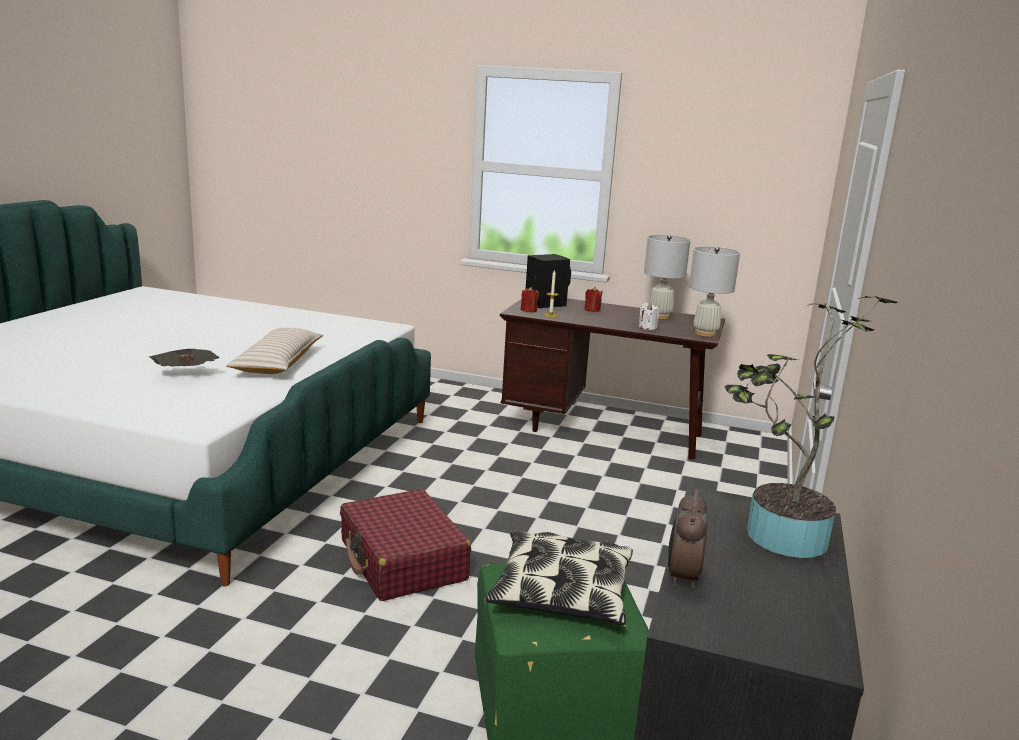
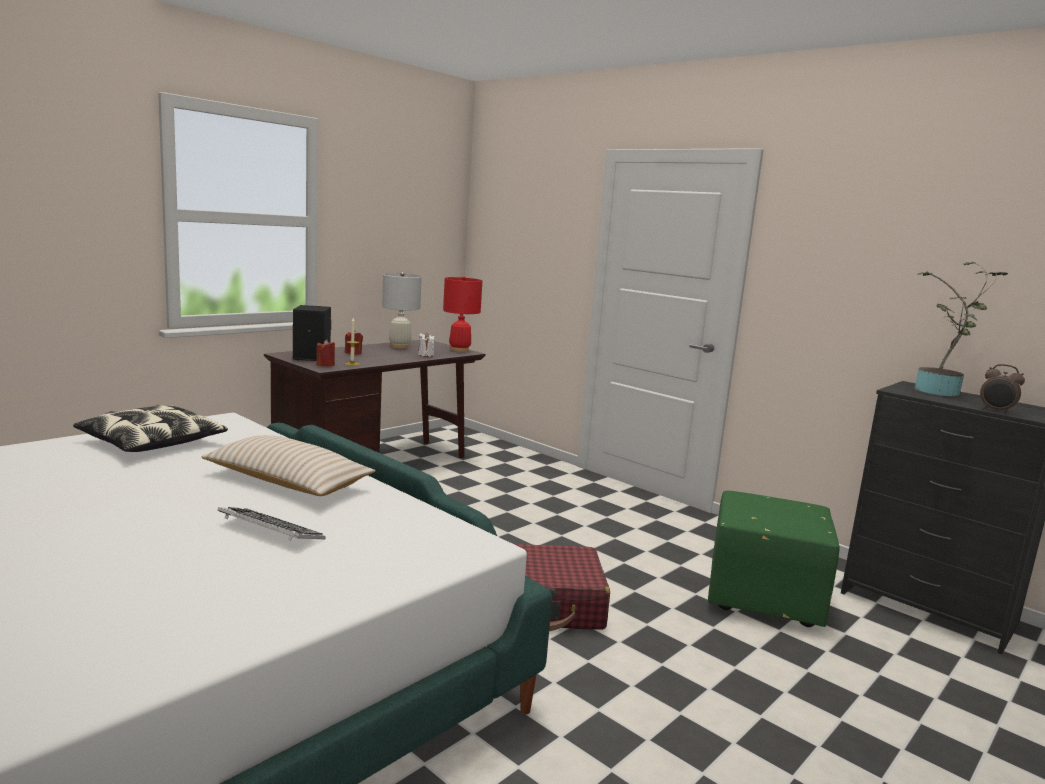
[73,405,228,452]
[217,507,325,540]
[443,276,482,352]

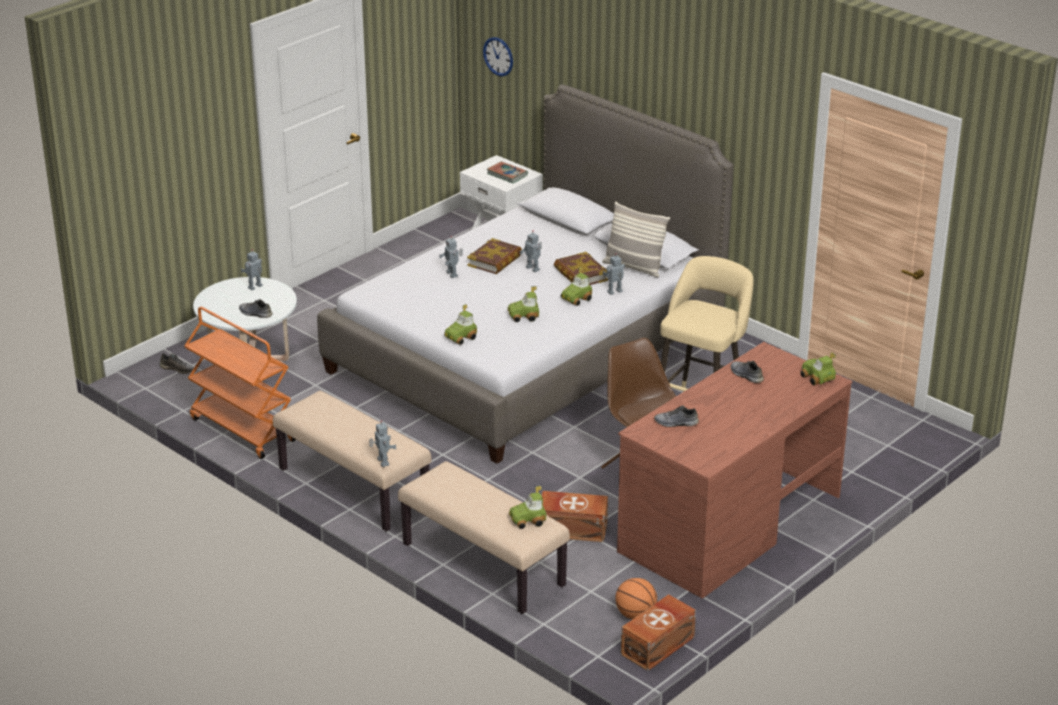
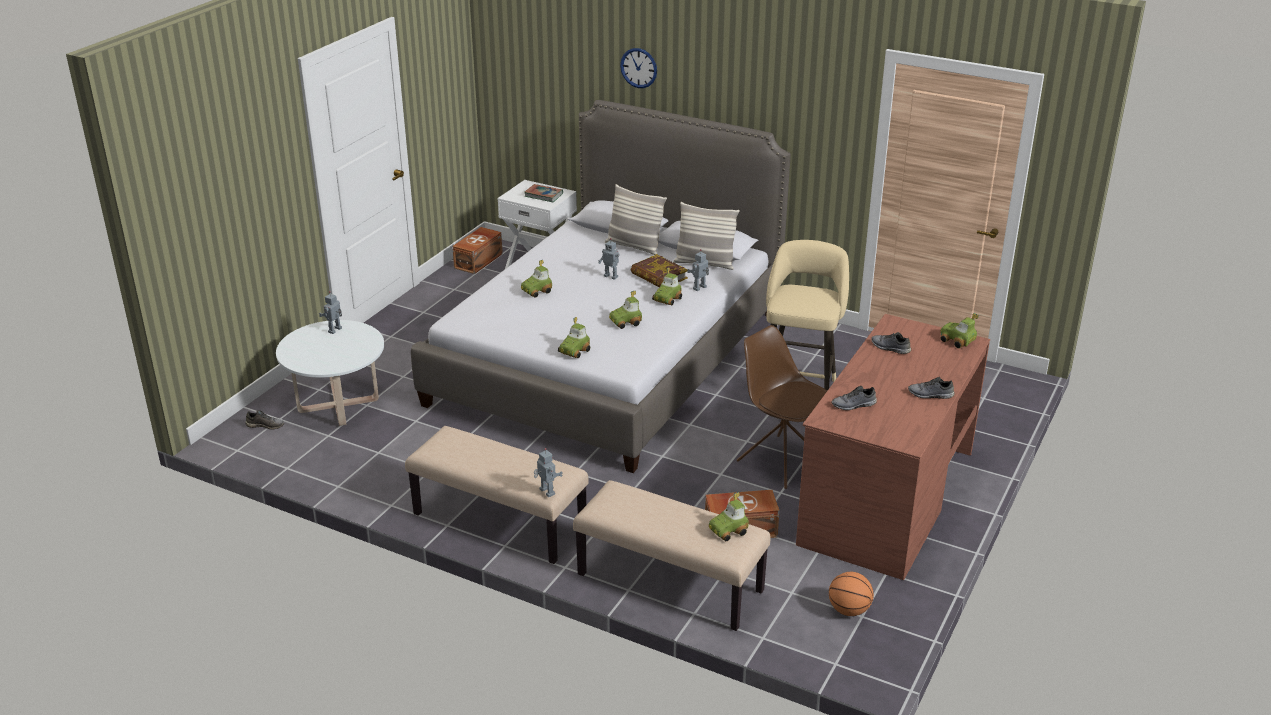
[452,227,503,274]
[521,260,552,298]
[605,184,667,255]
[620,48,657,88]
[908,377,955,399]
[184,307,296,459] (first image)
[467,238,522,274] (first image)

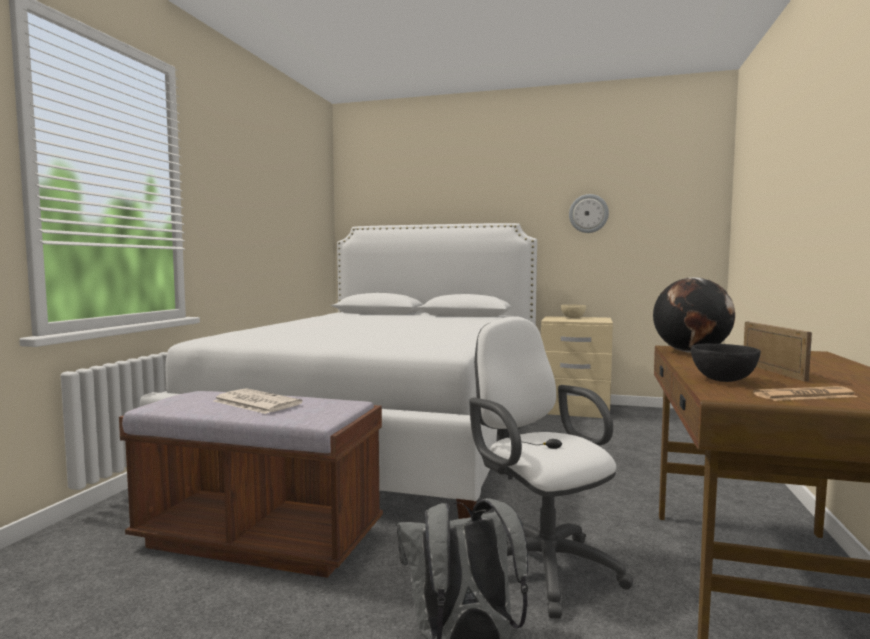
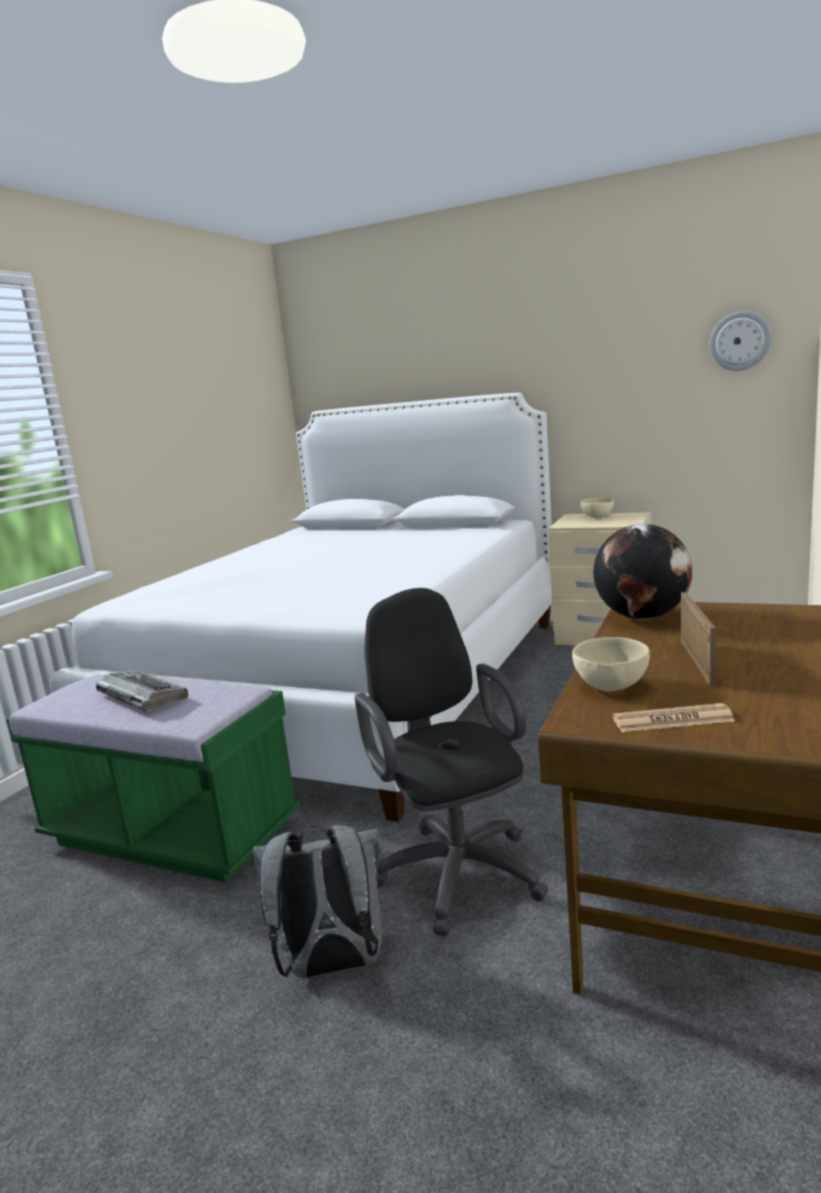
[6,674,300,882]
[96,671,188,712]
[355,588,548,936]
[572,637,650,692]
[709,311,772,371]

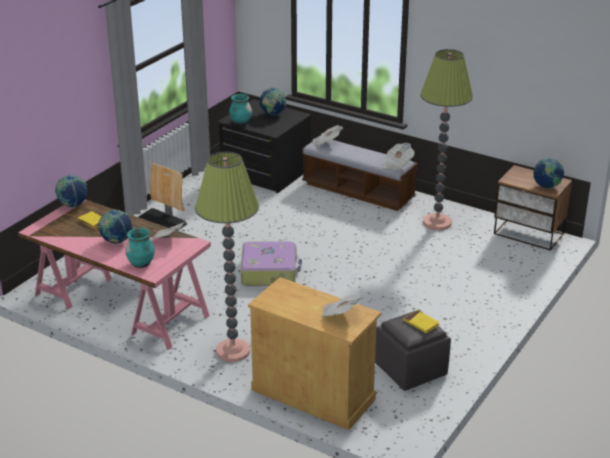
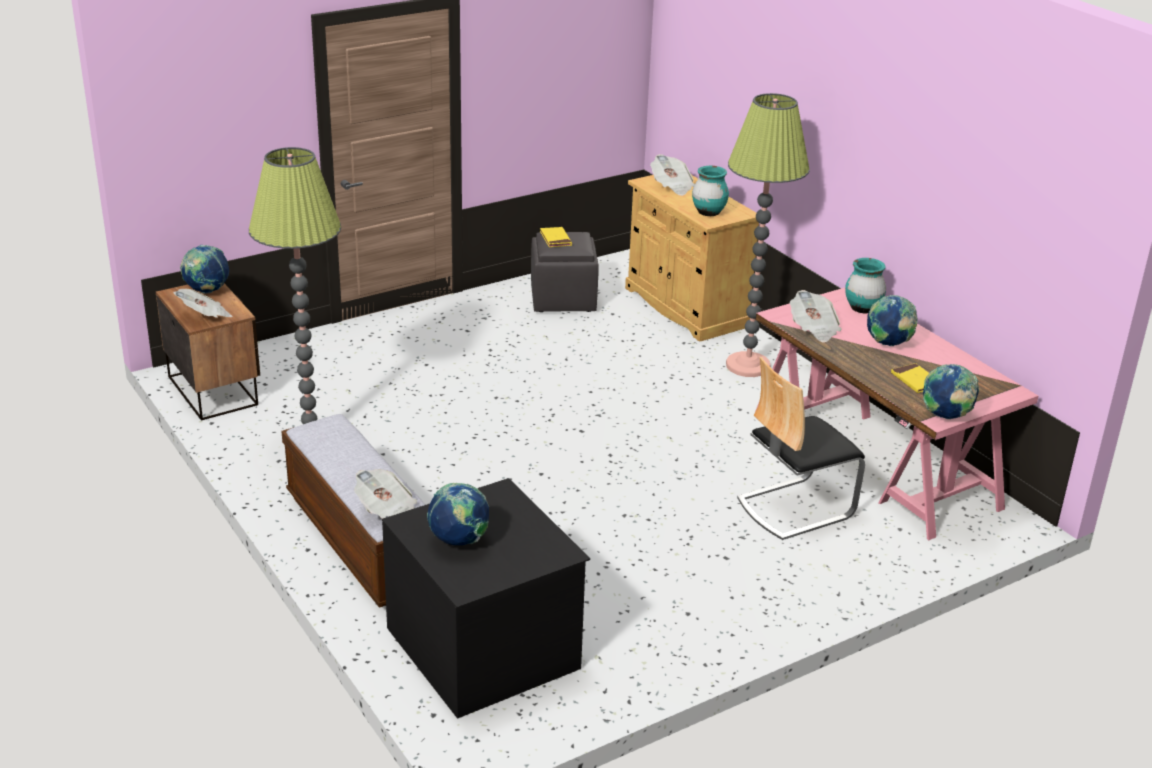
[173,289,233,318]
[692,166,729,216]
[241,241,302,286] (first image)

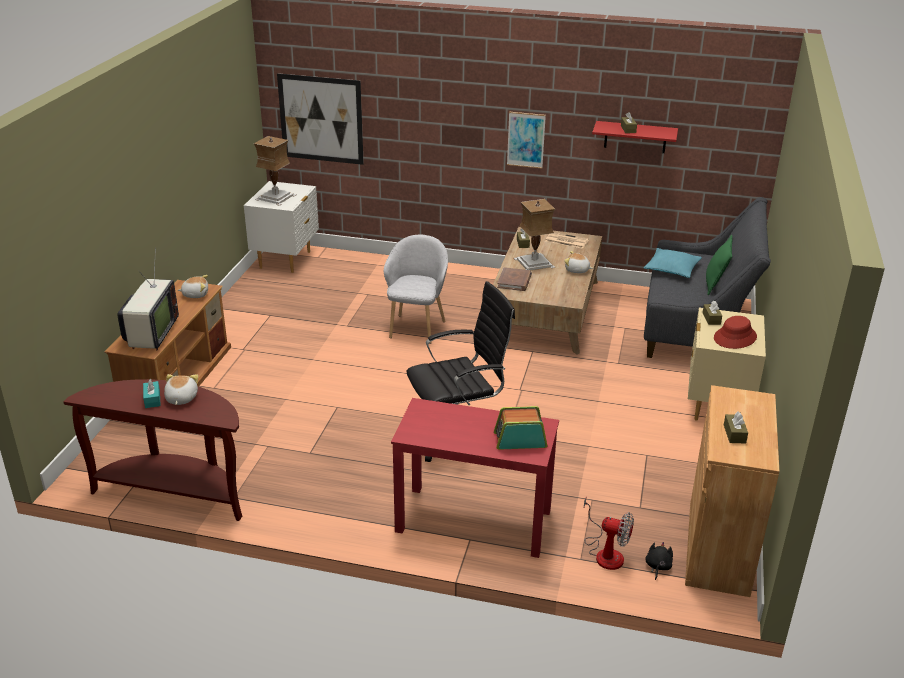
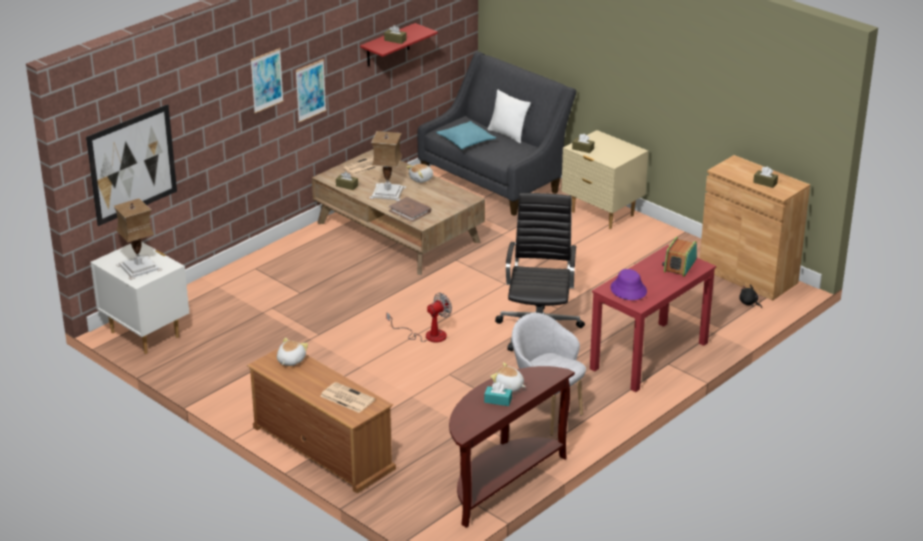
[250,48,284,113]
[320,382,375,413]
[386,293,452,343]
[487,90,531,143]
[512,313,586,436]
[610,269,647,300]
[714,316,757,349] (first image)

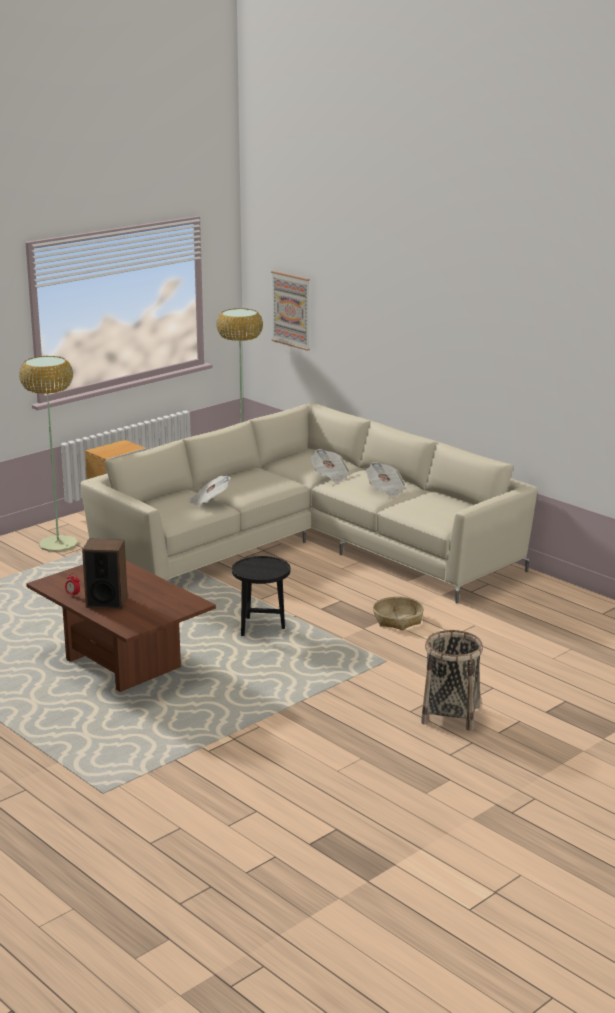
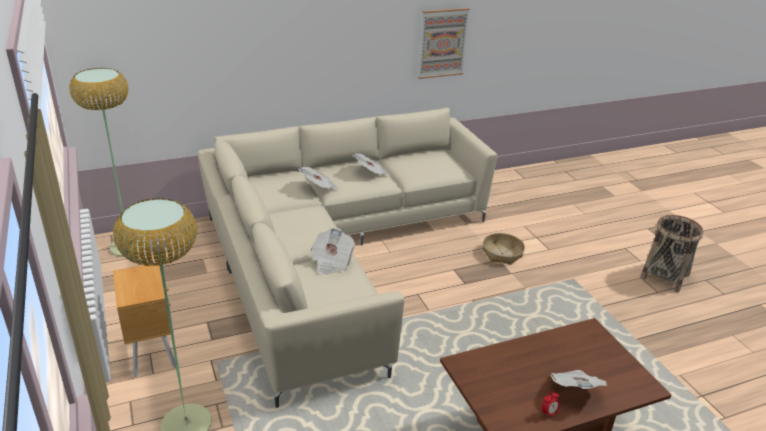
[418,8,470,79]
[551,370,607,389]
[232,556,290,636] (first image)

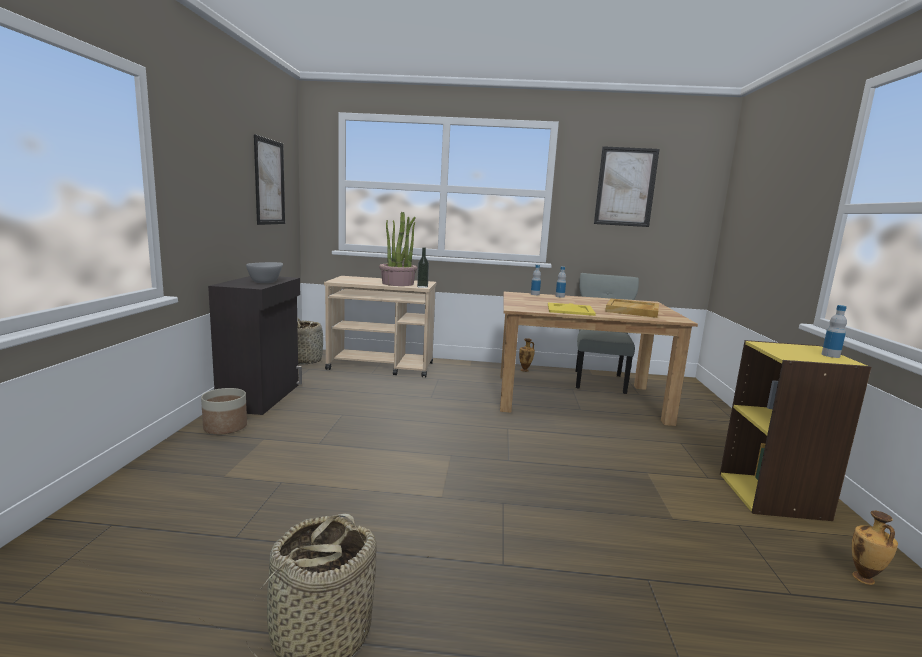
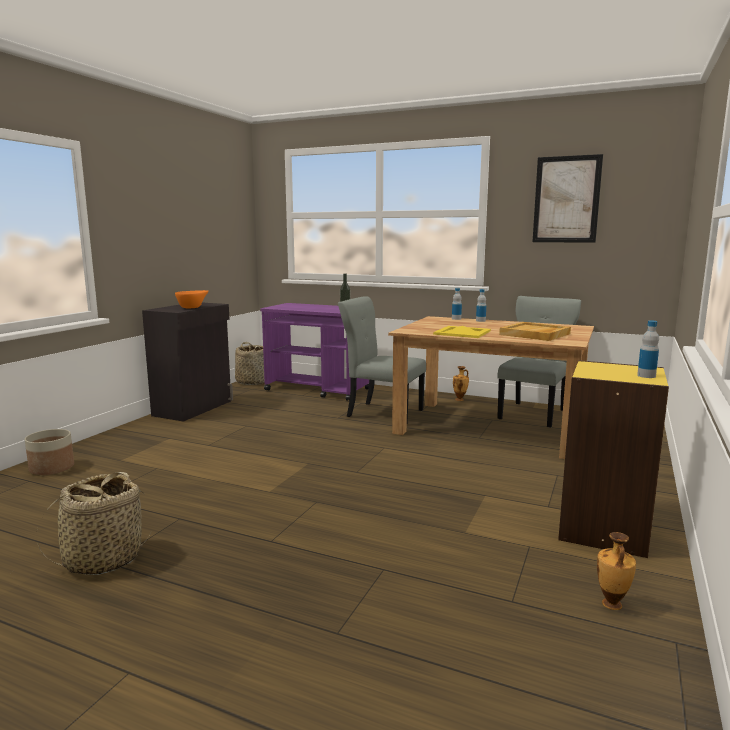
[25,429,74,475]
[175,290,209,308]
[260,303,369,401]
[338,296,426,423]
[254,134,285,225] (first image)
[379,212,417,286] (first image)

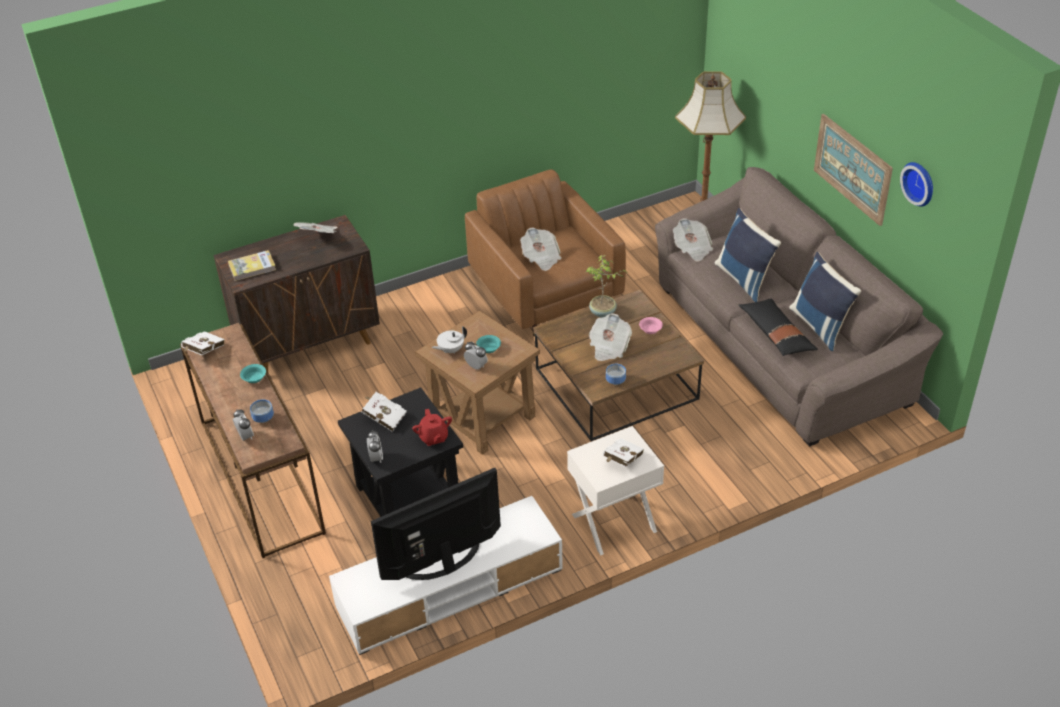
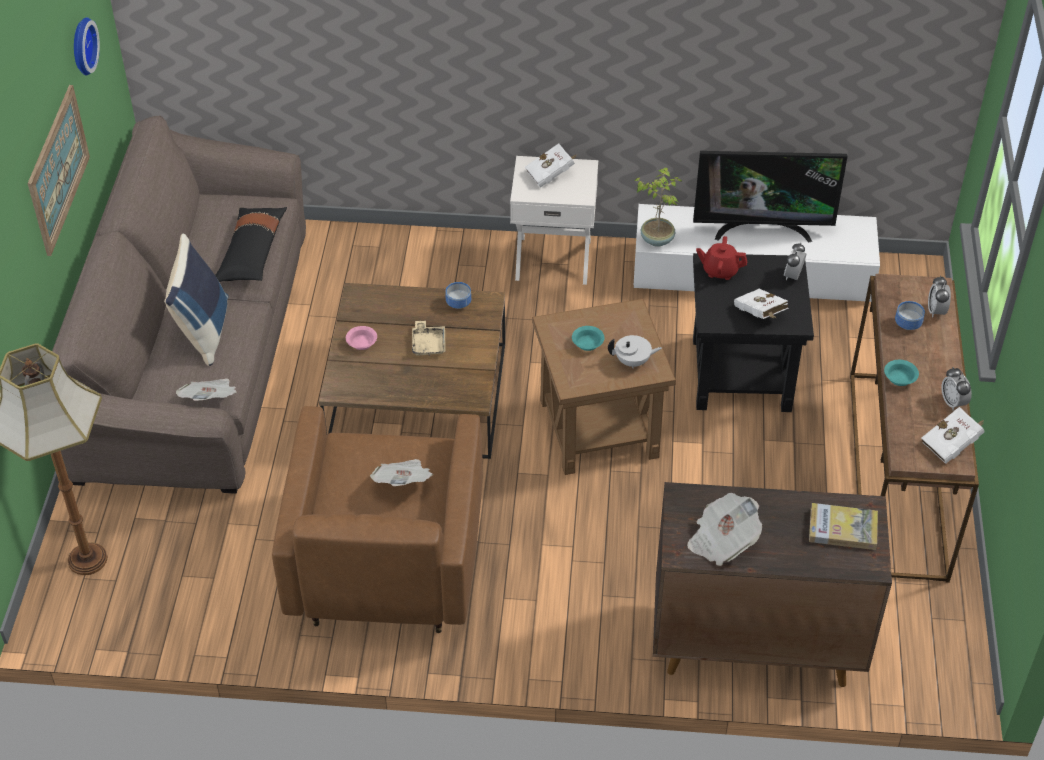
[412,321,446,356]
[634,167,683,247]
[696,236,747,280]
[941,367,972,411]
[789,252,861,351] (first image)

